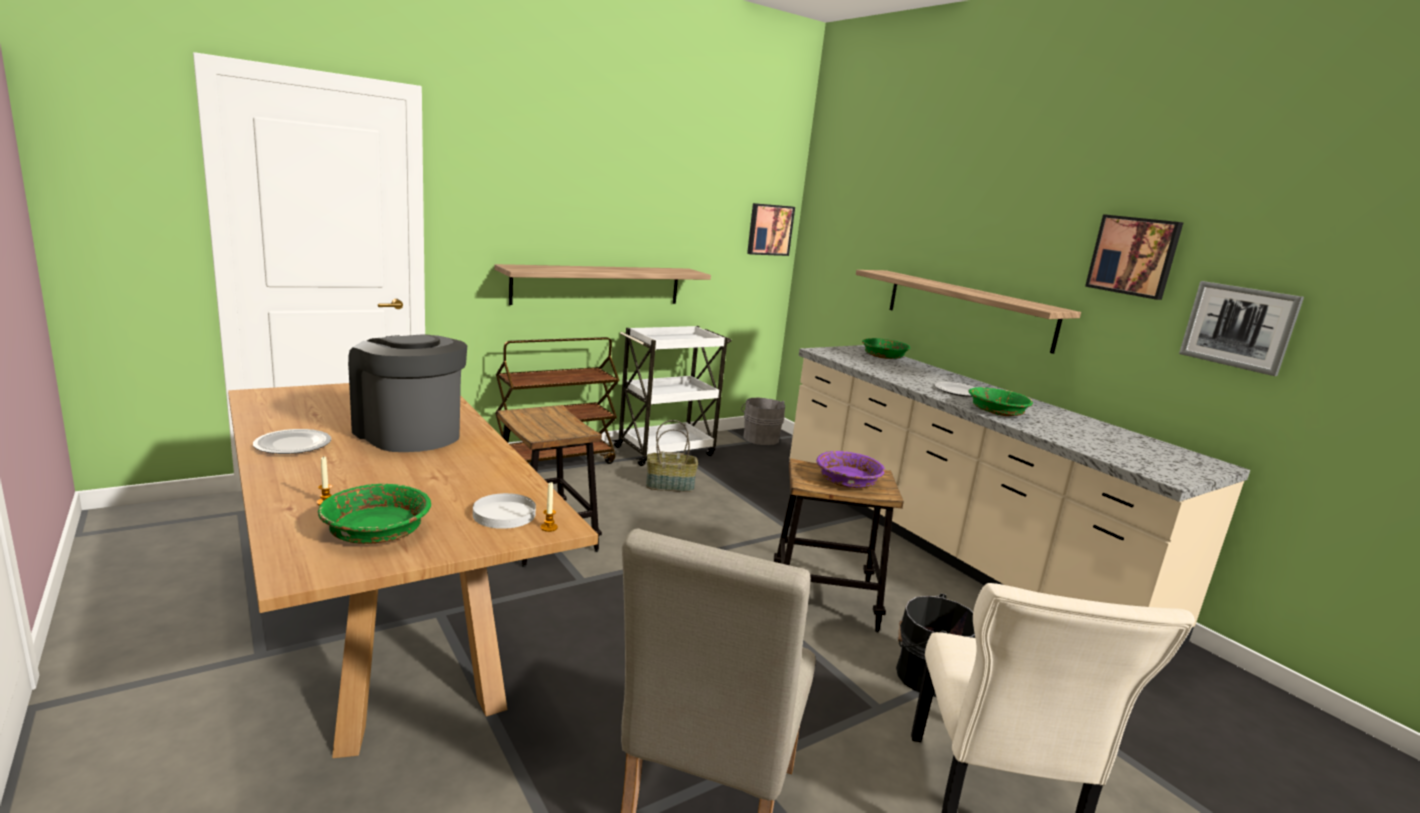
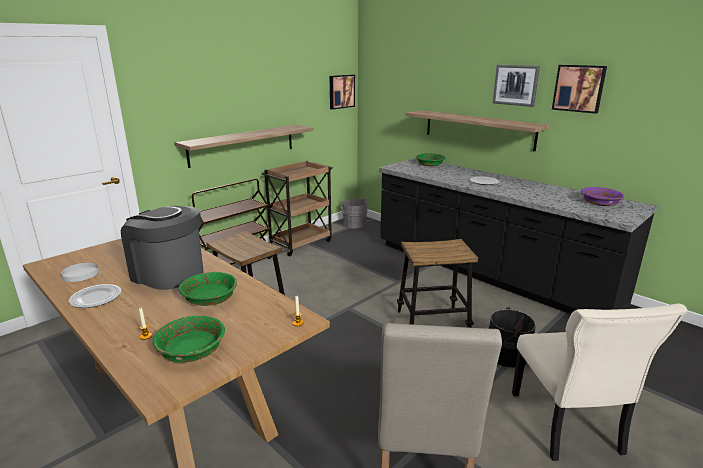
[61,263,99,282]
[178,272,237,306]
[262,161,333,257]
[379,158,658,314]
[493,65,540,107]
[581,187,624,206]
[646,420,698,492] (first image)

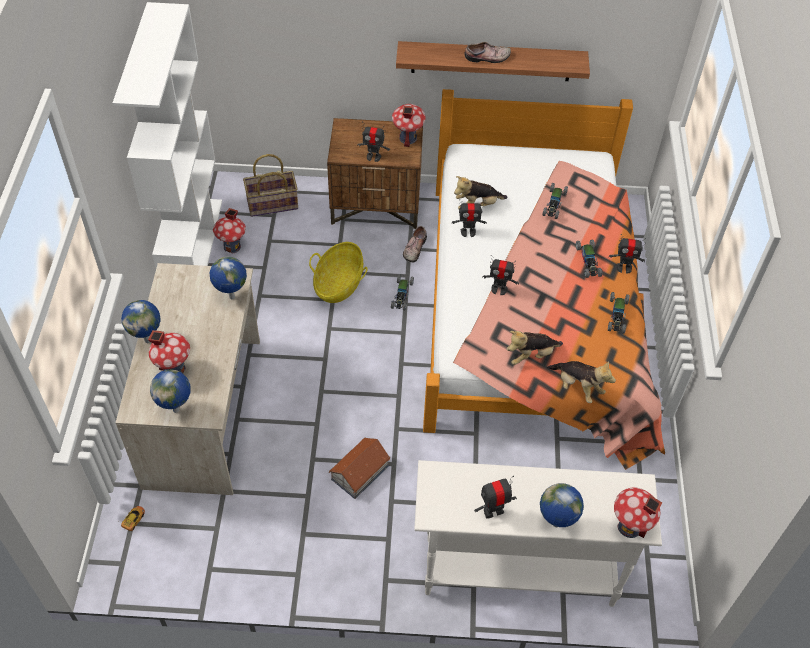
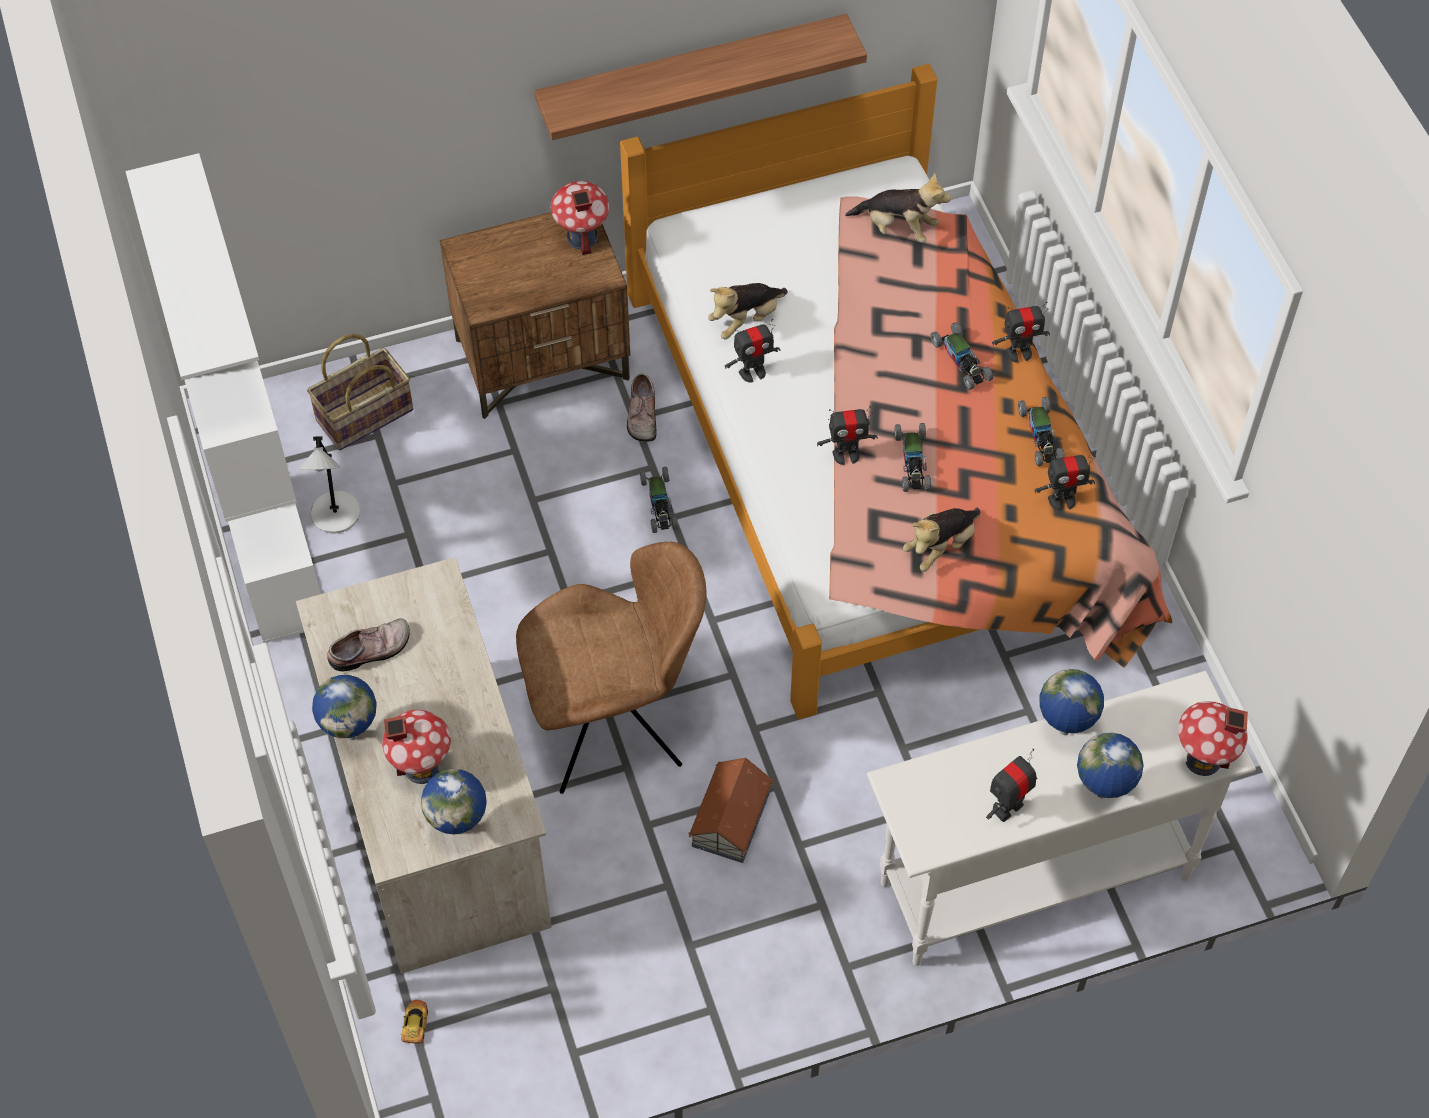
[299,436,360,534]
[327,618,410,671]
[516,542,707,794]
[845,173,951,243]
[895,423,931,492]
[1034,452,1095,511]
[1039,669,1104,735]
[309,242,368,303] (first image)

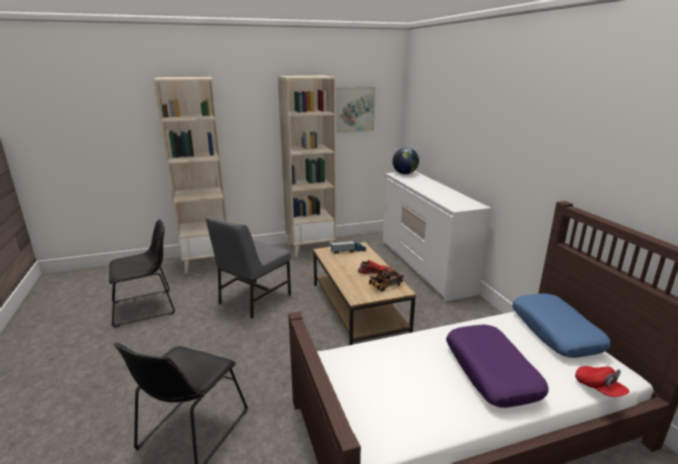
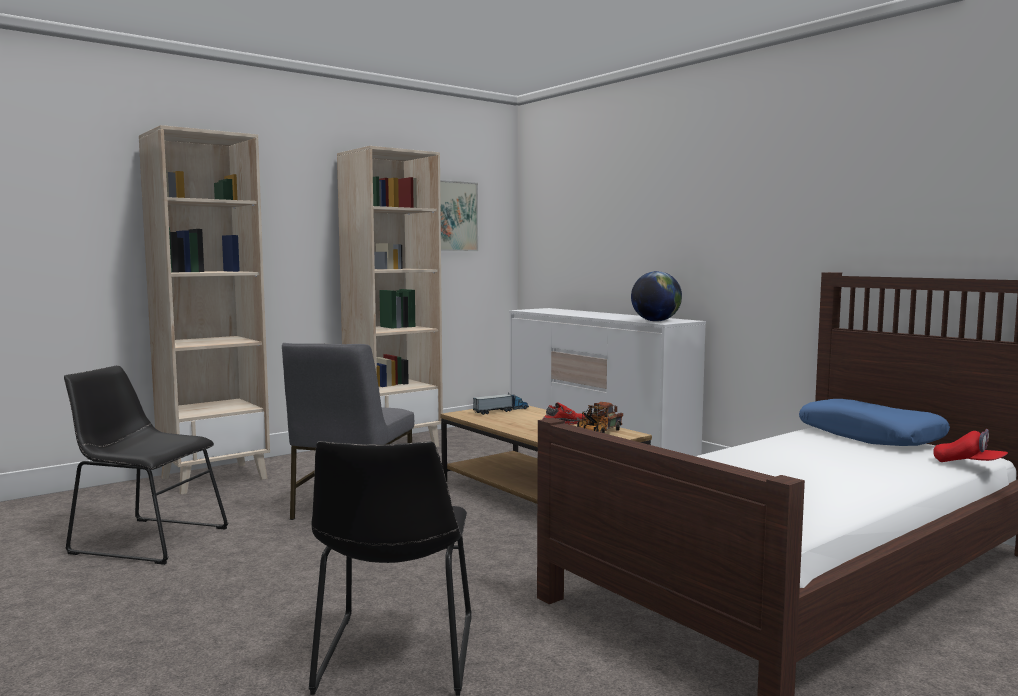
[64,366,228,565]
[631,271,682,322]
[446,325,548,408] (first image)

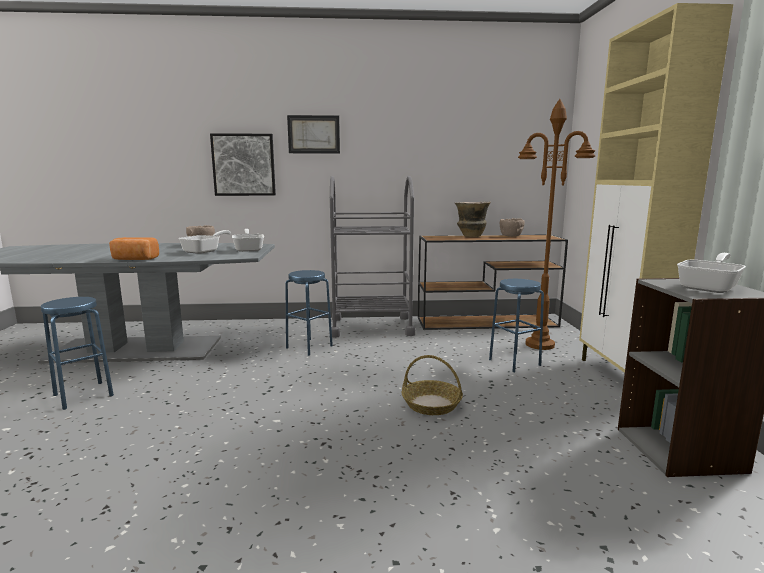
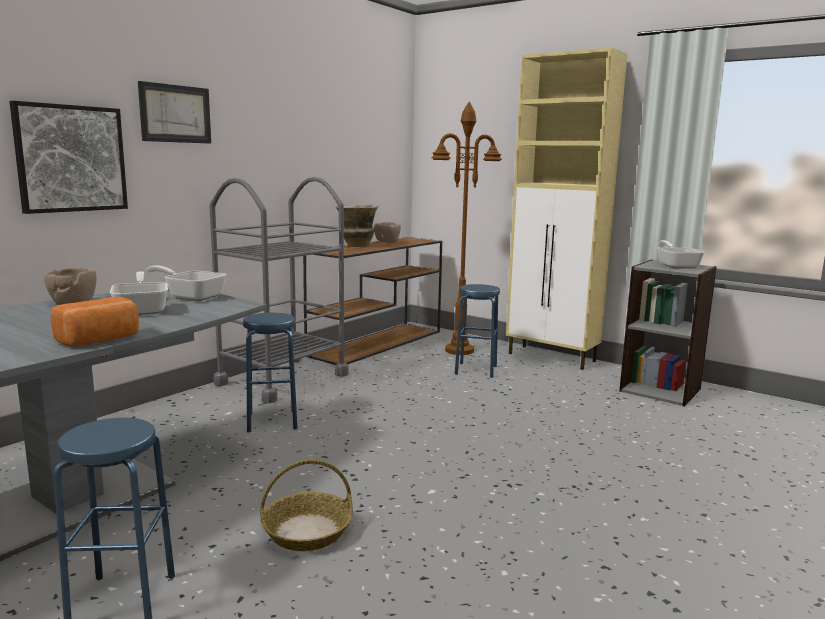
[260,460,353,551]

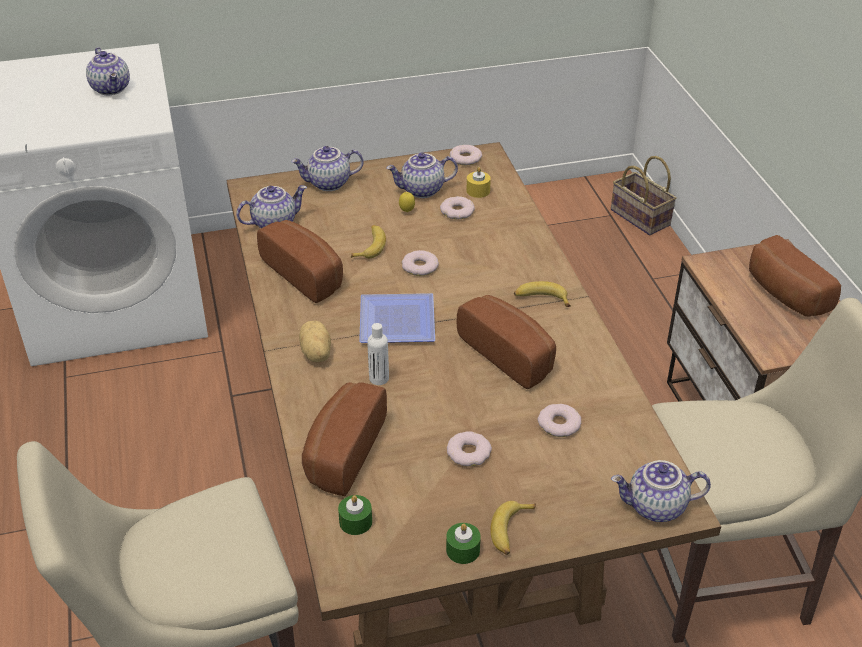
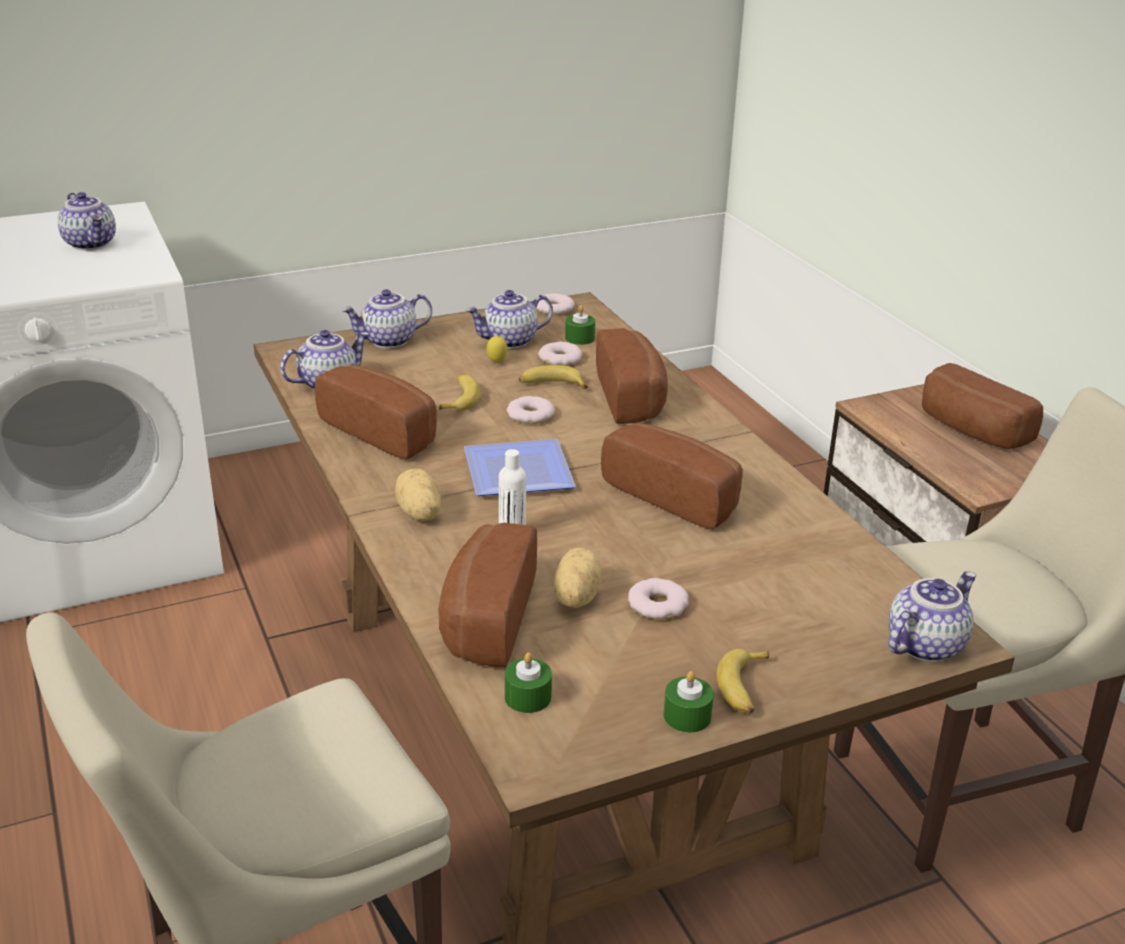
[519,365,588,389]
[554,548,601,608]
[565,305,595,345]
[596,328,668,424]
[888,571,977,662]
[538,404,582,437] (first image)
[611,156,677,236] (first image)

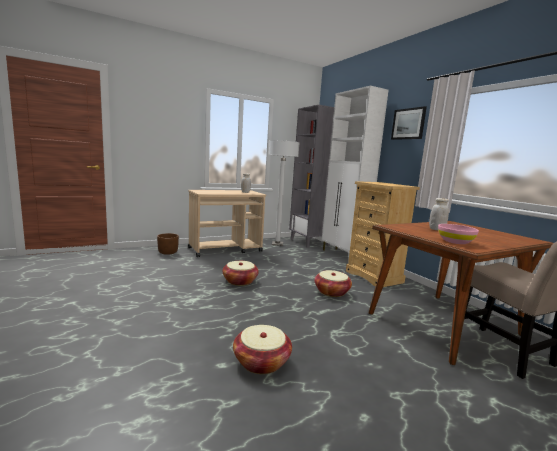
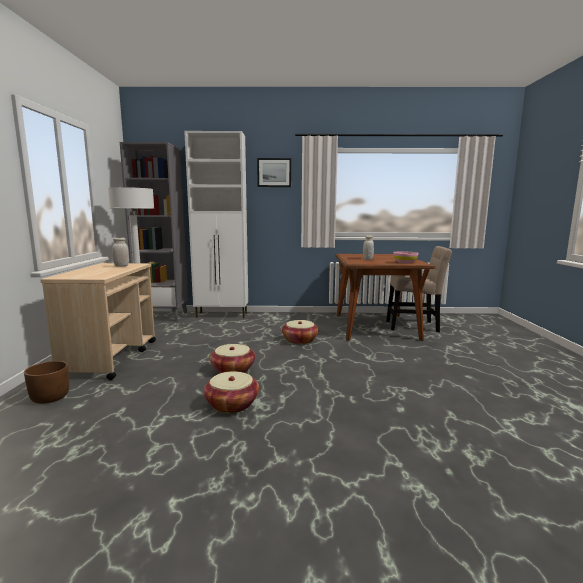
[204,372,259,413]
[346,181,420,287] (first image)

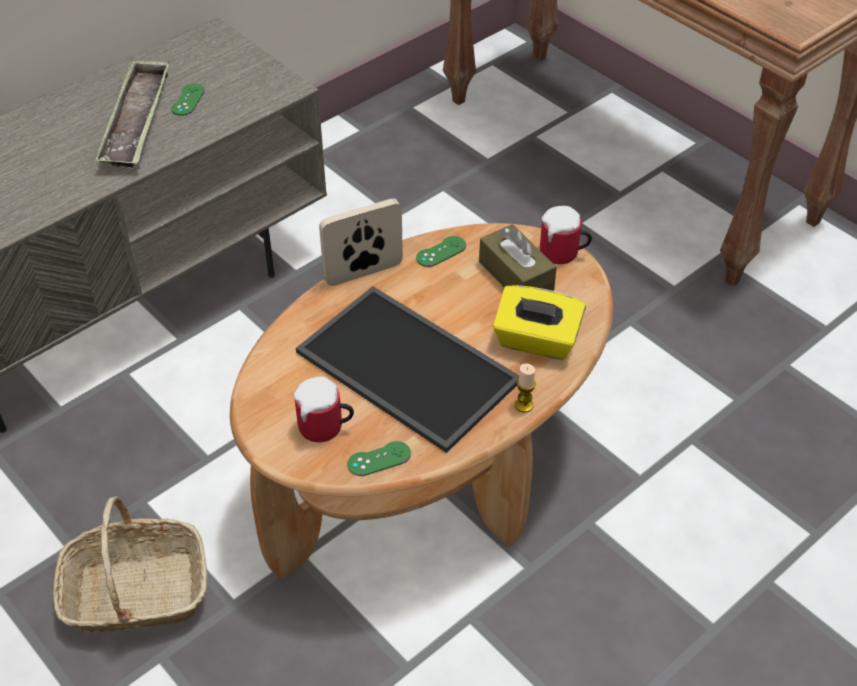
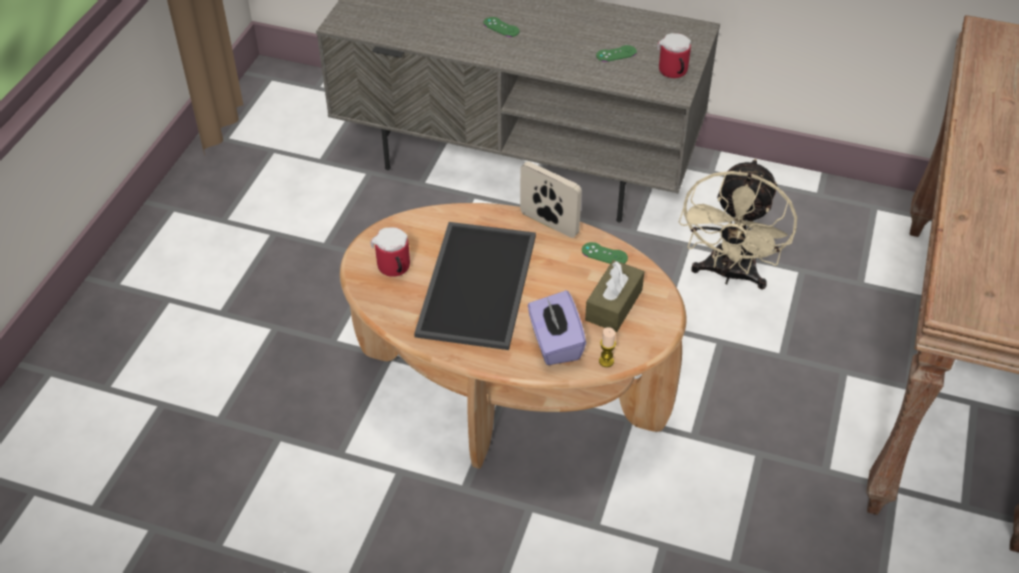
[484,17,519,37]
[528,290,586,365]
[599,327,616,367]
[657,33,691,78]
[679,159,797,289]
[53,496,207,632] (first image)
[96,59,169,168] (first image)

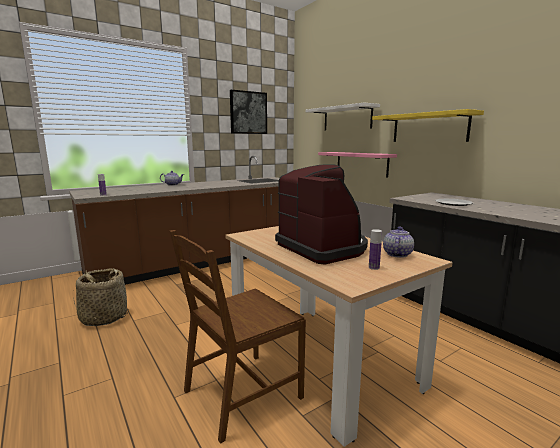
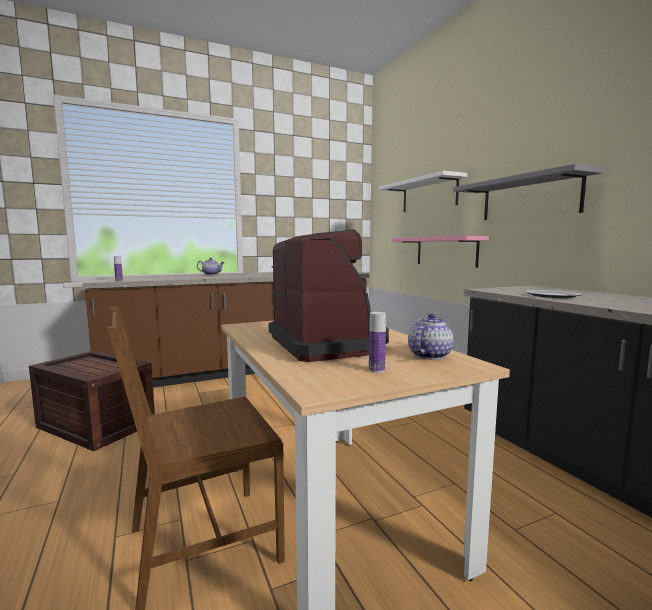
[29,351,155,451]
[453,164,603,220]
[230,90,267,134] (first image)

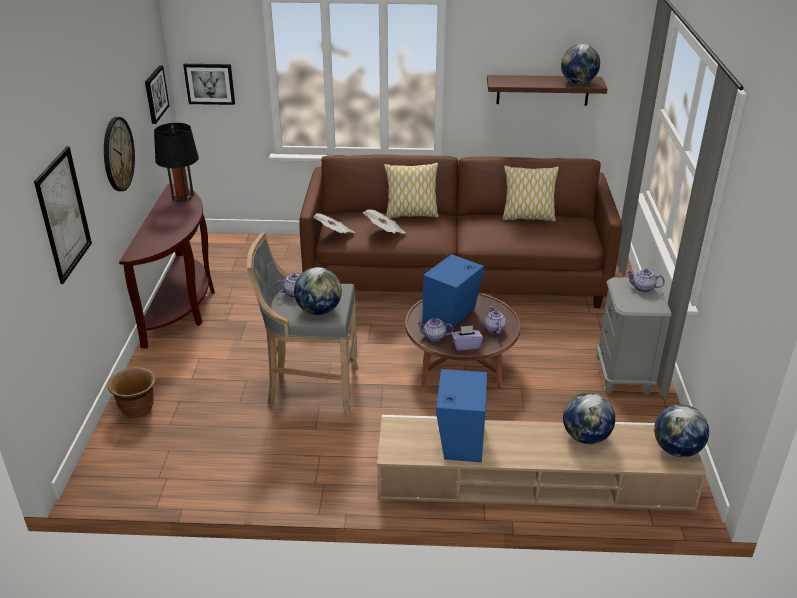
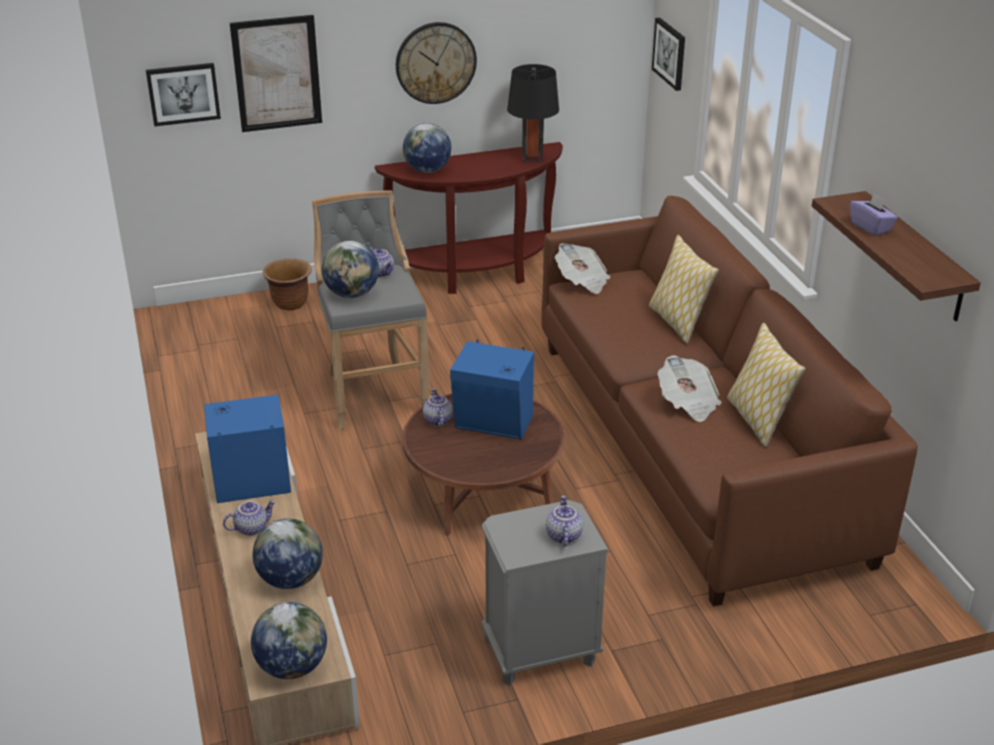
[146,63,221,126]
[223,500,276,536]
[403,123,451,173]
[657,355,722,422]
[850,193,898,236]

